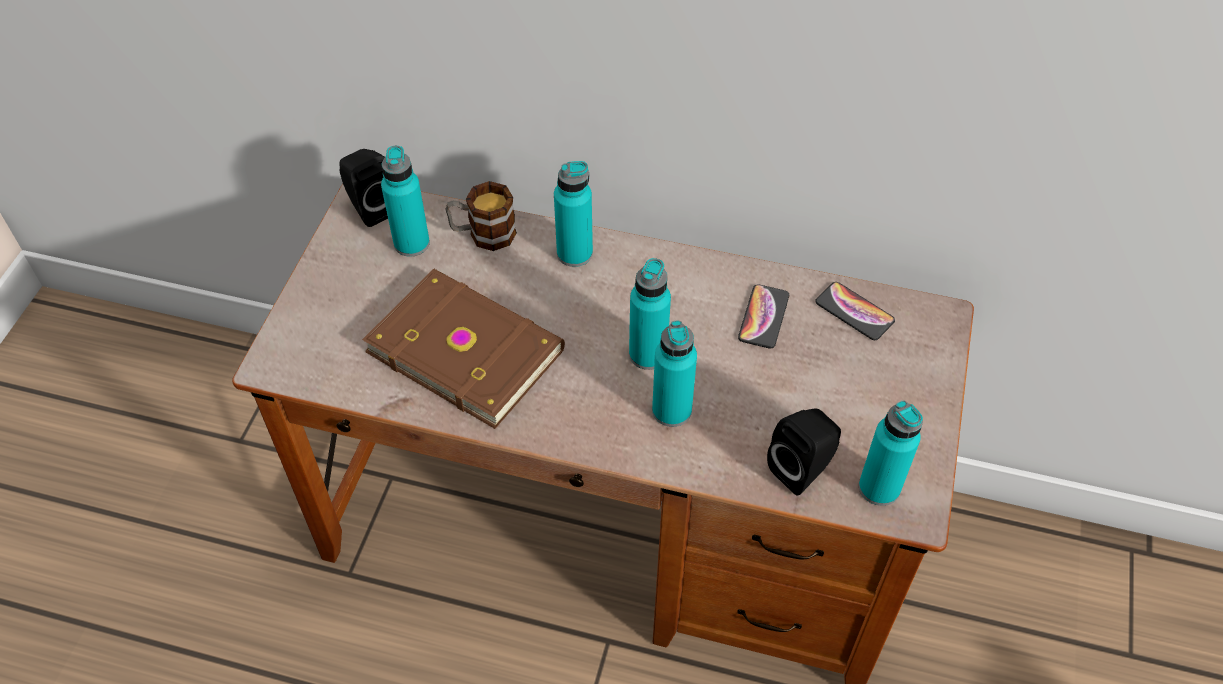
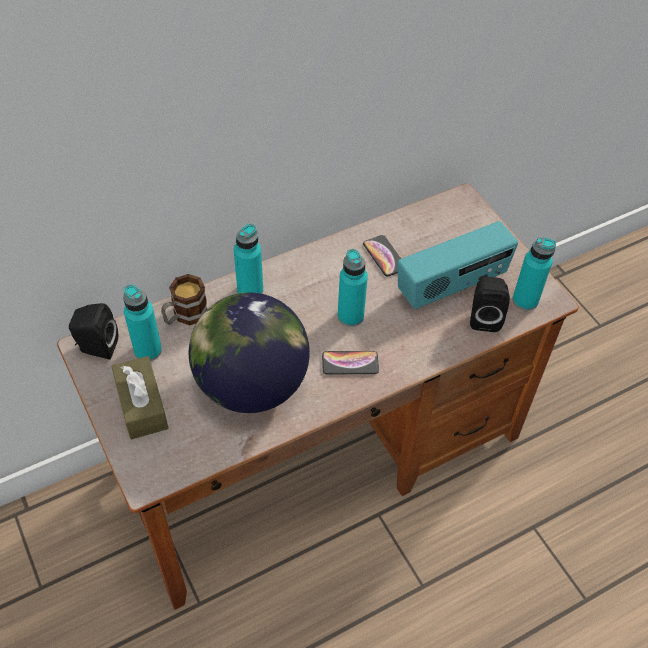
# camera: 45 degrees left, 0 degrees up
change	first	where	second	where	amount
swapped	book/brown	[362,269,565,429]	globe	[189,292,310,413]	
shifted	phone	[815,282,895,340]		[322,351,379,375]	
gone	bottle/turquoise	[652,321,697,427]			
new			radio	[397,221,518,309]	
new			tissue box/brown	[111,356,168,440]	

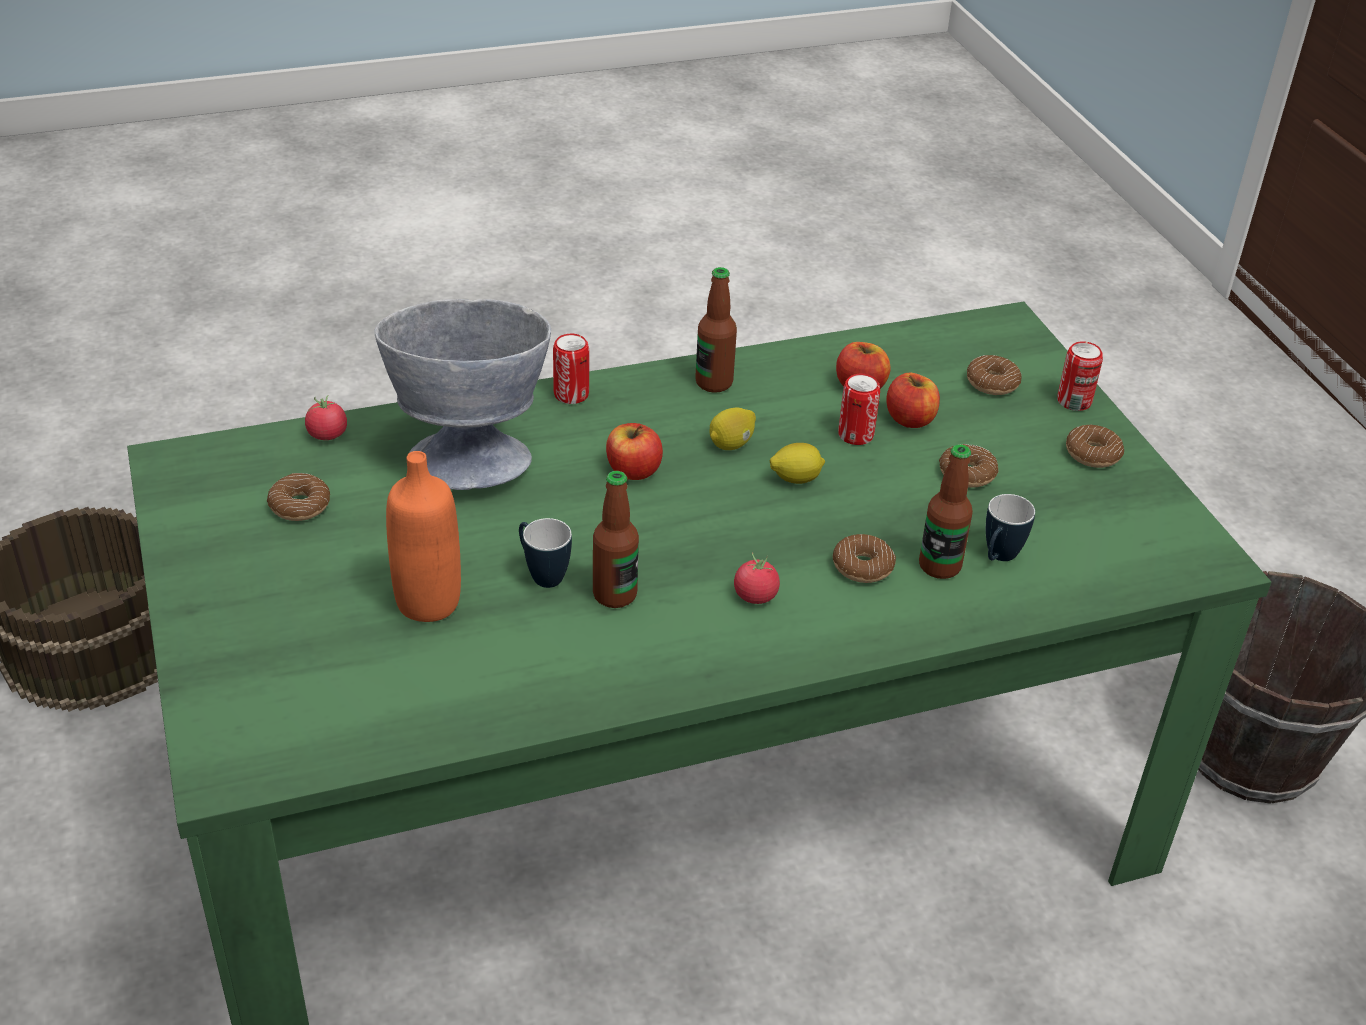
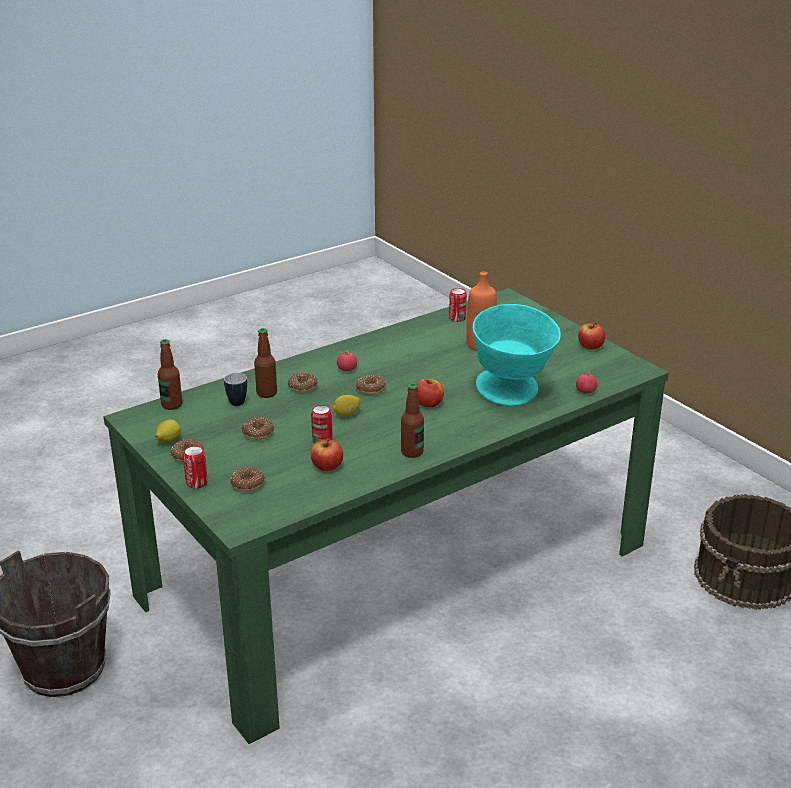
# camera: 165 degrees right, 10 degrees down
change	first	where	second	where	amount
repainted	bowl/grey	[374,299,551,490]	bowl/turquoise	[472,304,561,406]	
shifted	can	[553,334,589,404]		[449,288,467,322]	
shifted	apple	[886,373,940,428]		[578,323,605,350]	
shifted	lemon	[710,408,756,450]		[155,419,181,443]	
shifted	bottle	[593,471,639,608]		[158,339,182,410]	
shifted	donut	[267,473,330,521]		[356,375,386,395]	
gone	mug	[519,518,572,588]			

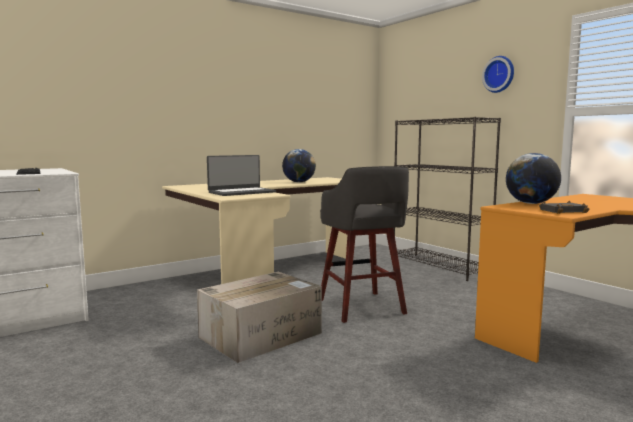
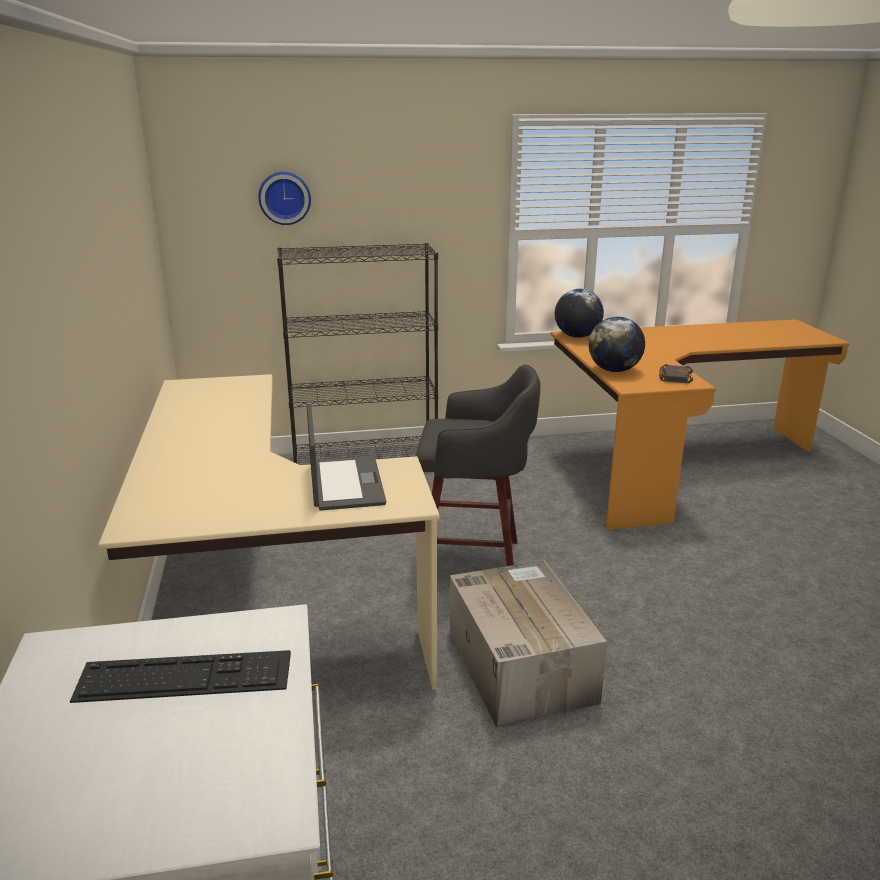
# camera: 65 degrees left, 15 degrees up
change	first	where	second	where	amount
shifted	wall clock	[482,56,514,93]		[258,172,311,225]	
shifted	globe	[282,149,316,182]		[555,289,604,338]	

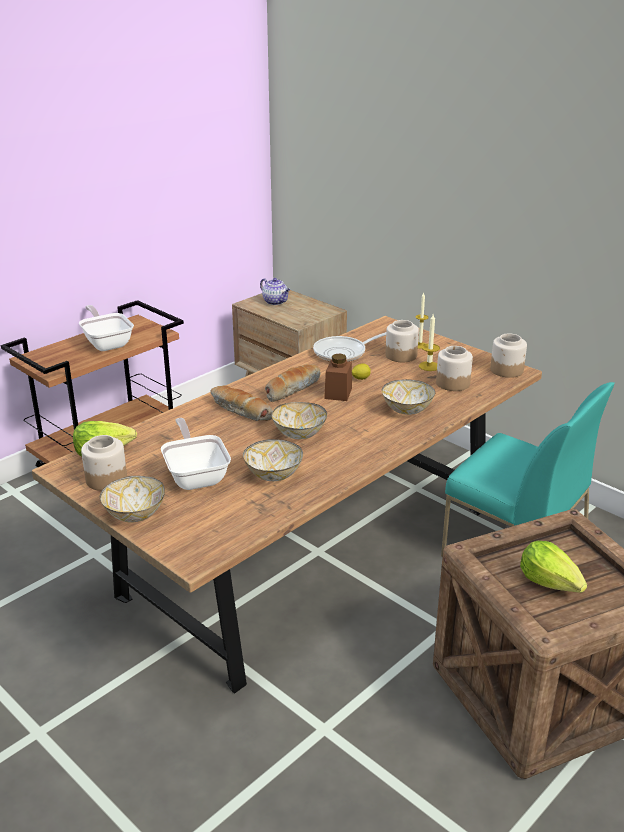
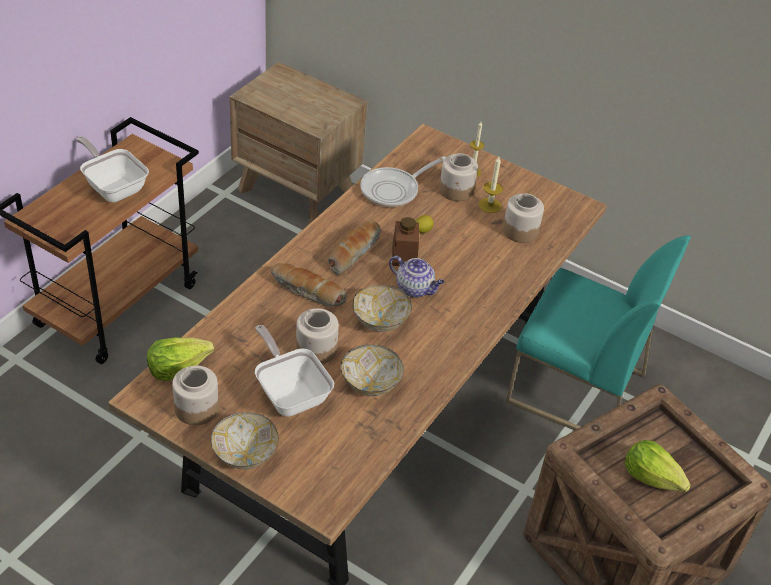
# camera: 15 degrees left, 15 degrees up
change	first	where	second	where	amount
shifted	teapot	[260,278,290,305]		[389,256,445,298]	
shifted	jar	[490,333,527,378]		[296,308,339,364]	
gone	bowl	[382,379,435,415]			

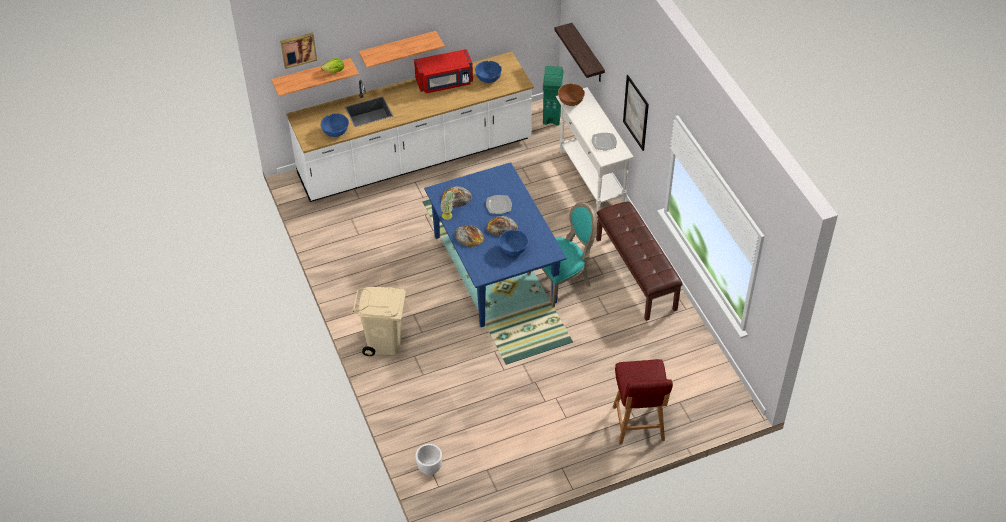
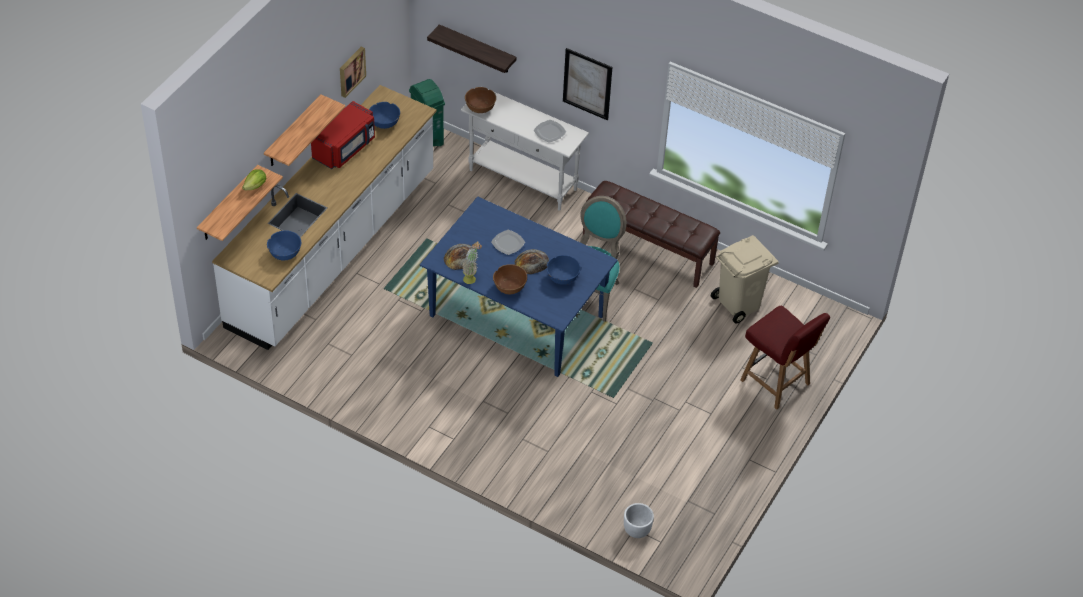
# camera: 40 degrees left, 0 degrees up
change	first	where	second	where	amount
shifted	picture	[280,33,317,69]		[340,47,366,98]	
swapped	bread	[454,225,484,247]	bowl/brown	[493,264,527,295]	
shifted	trash can/beige	[353,287,406,356]		[711,235,779,324]	

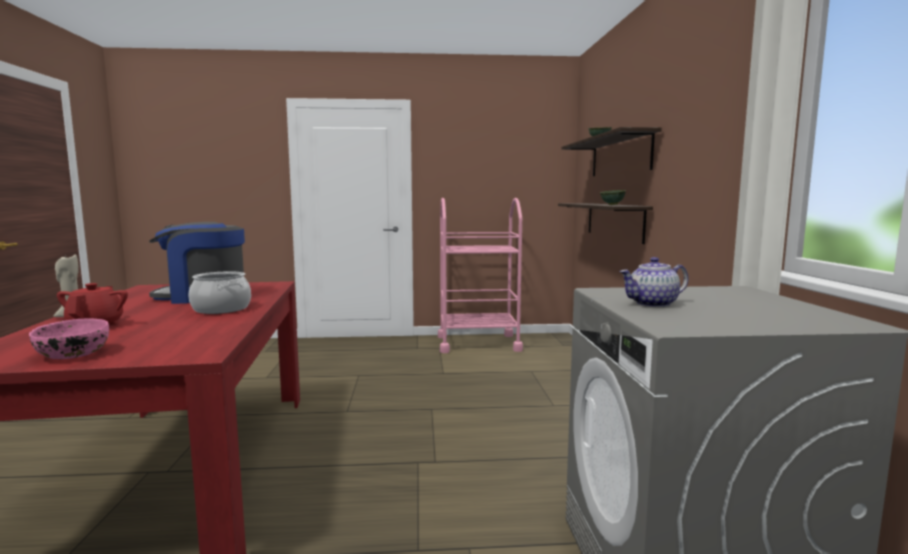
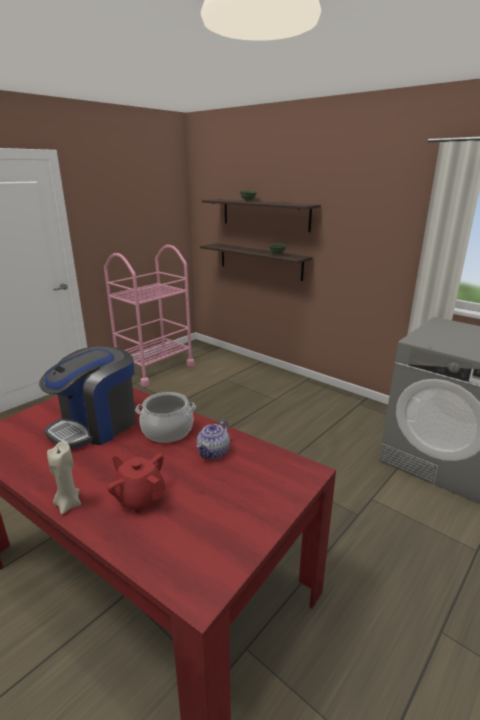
# camera: 45 degrees left, 15 degrees up
change	first	where	second	where	amount
shifted	teapot	[619,257,689,307]		[196,420,230,459]	
gone	bowl/pink	[29,319,109,359]			

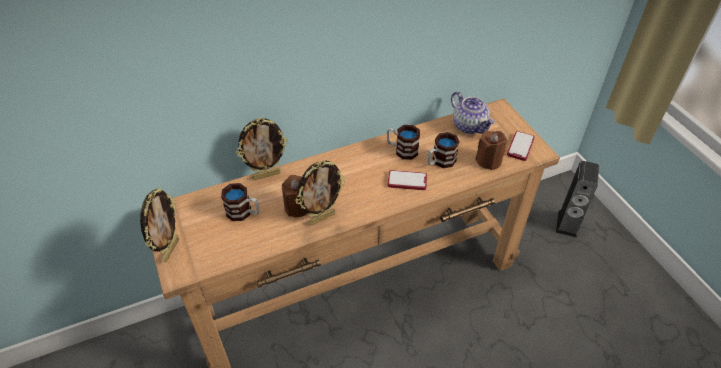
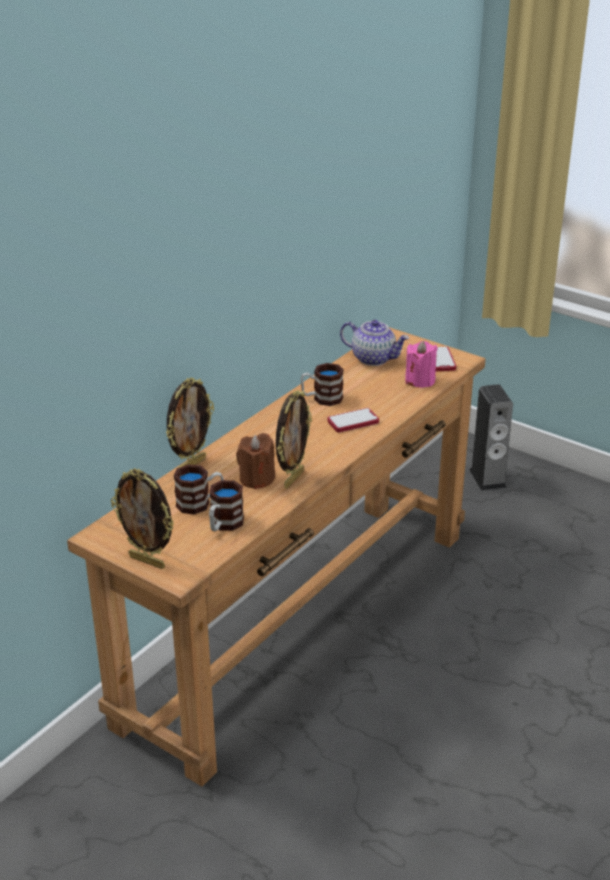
# camera: 30 degrees left, 15 degrees down
change	first	where	second	where	amount
repainted	candle/brown	[475,131,507,170]	candle/pink	[405,341,438,388]	
shifted	mug	[428,132,459,168]		[209,480,244,531]	
rotated	picture frame	[140,188,179,263]		[111,468,174,569]	135 degrees clockwise

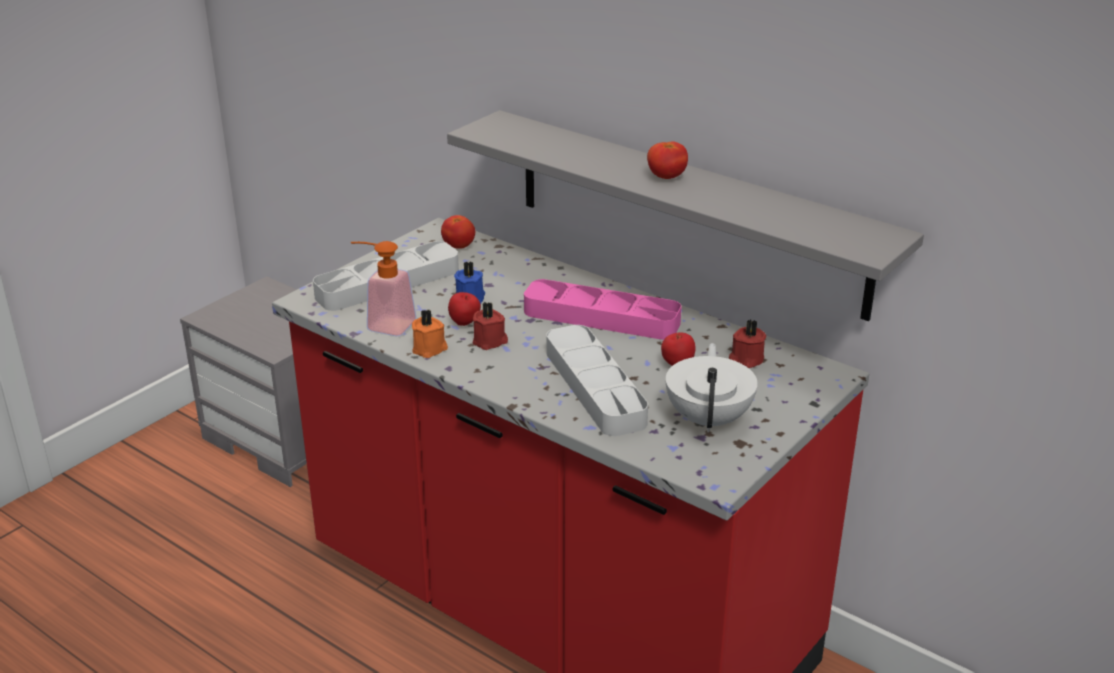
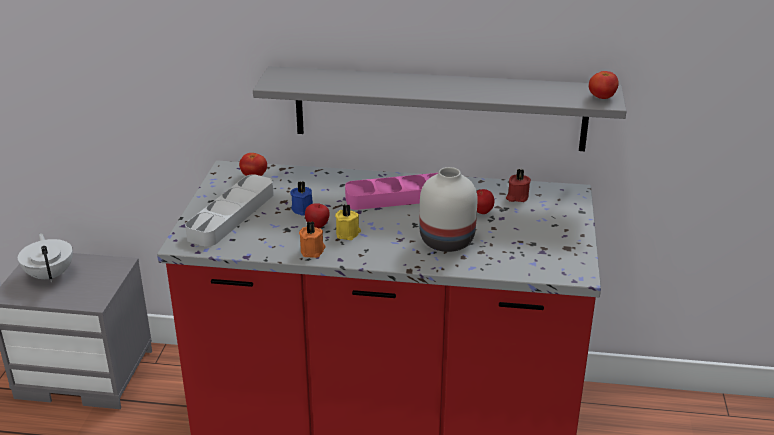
# camera: 30 degrees left, 0 degrees up
change	first	where	second	where	amount
shifted	tomato	[647,141,688,179]		[589,71,619,99]	
gone	soap dispenser	[351,241,416,336]			
repainted	candle/red	[473,302,508,350]	candle/yellow	[335,204,361,240]	
swapped	tray/grey	[546,325,648,436]	vase/white	[419,167,478,252]	
shifted	teapot/white	[666,343,758,432]		[18,233,73,282]	

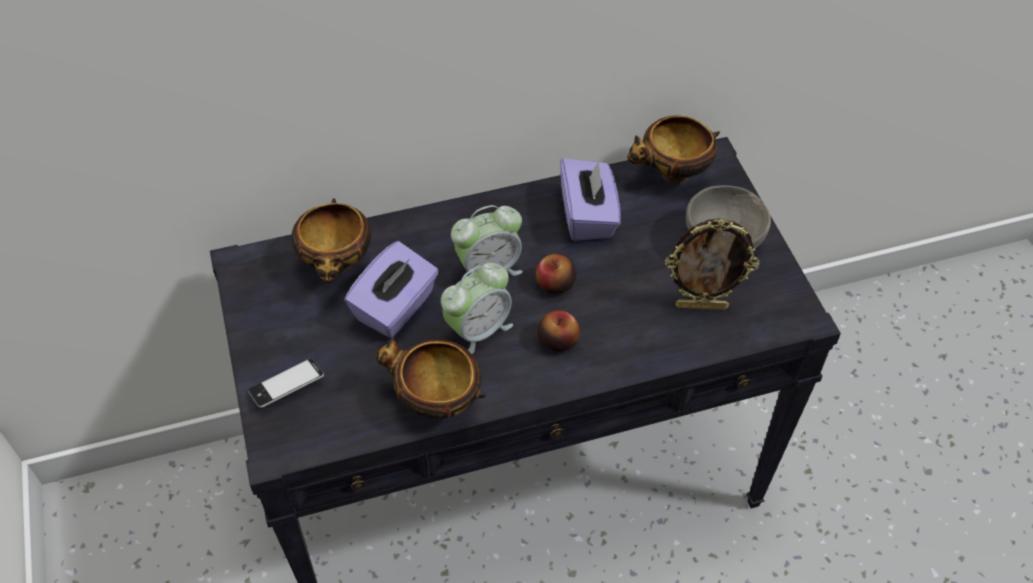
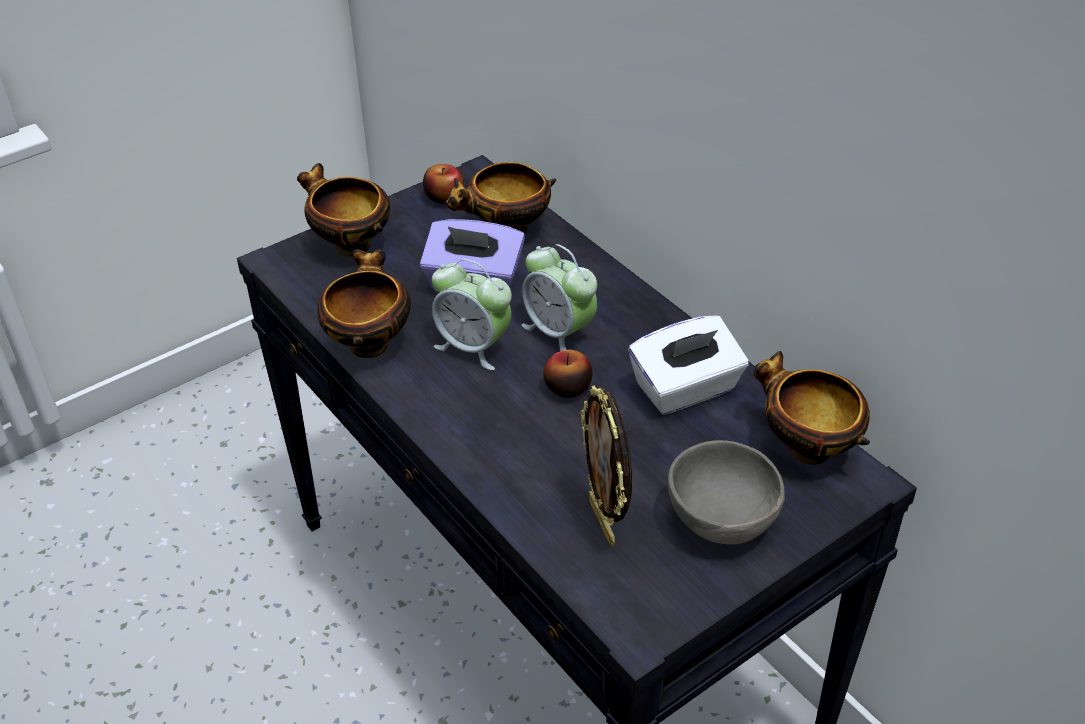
# camera: 70 degrees right, 10 degrees down
change	first	where	second	where	amount
repainted	tissue box/purple	[560,158,621,241]	tissue box/white	[629,316,749,415]	
shifted	apple	[537,310,580,352]		[423,164,464,204]	
swapped	phone	[248,358,324,408]	bowl	[297,163,390,256]	

